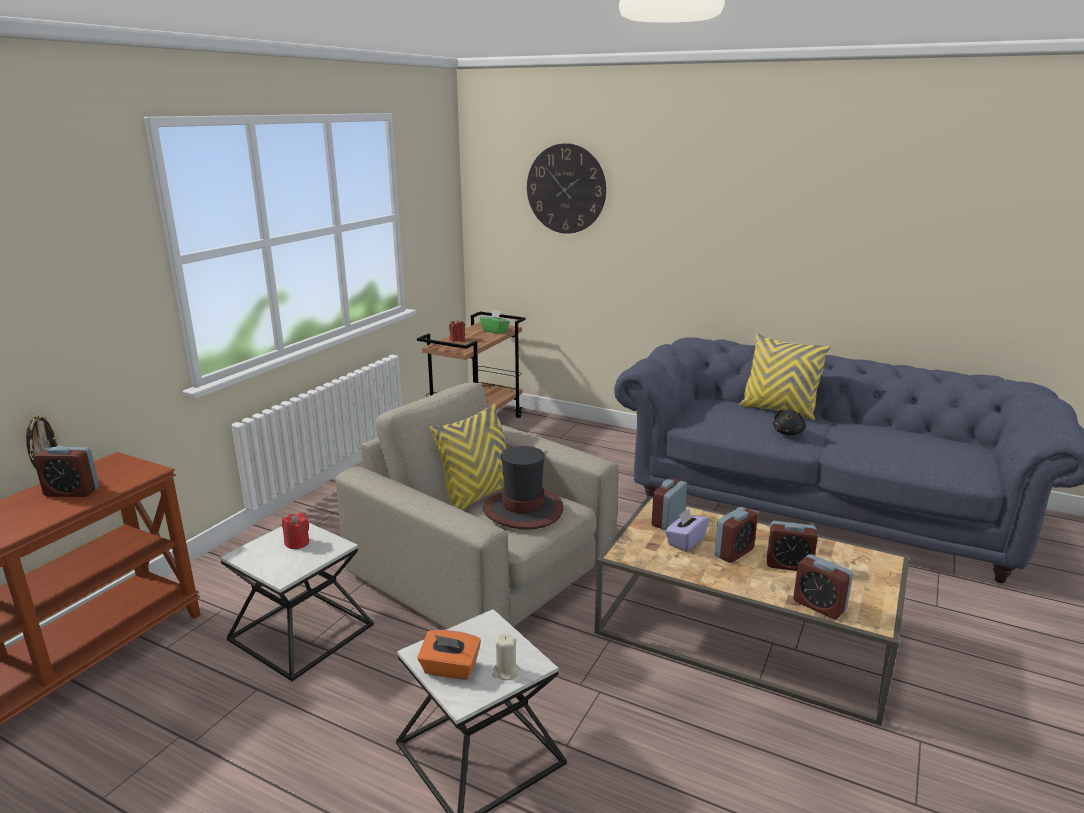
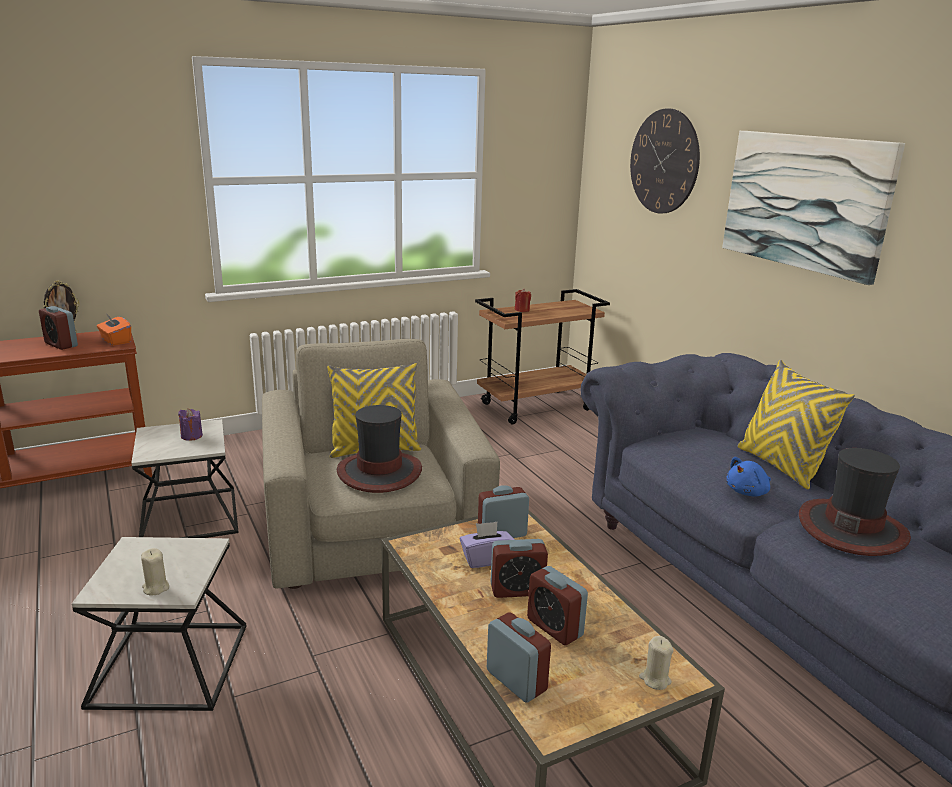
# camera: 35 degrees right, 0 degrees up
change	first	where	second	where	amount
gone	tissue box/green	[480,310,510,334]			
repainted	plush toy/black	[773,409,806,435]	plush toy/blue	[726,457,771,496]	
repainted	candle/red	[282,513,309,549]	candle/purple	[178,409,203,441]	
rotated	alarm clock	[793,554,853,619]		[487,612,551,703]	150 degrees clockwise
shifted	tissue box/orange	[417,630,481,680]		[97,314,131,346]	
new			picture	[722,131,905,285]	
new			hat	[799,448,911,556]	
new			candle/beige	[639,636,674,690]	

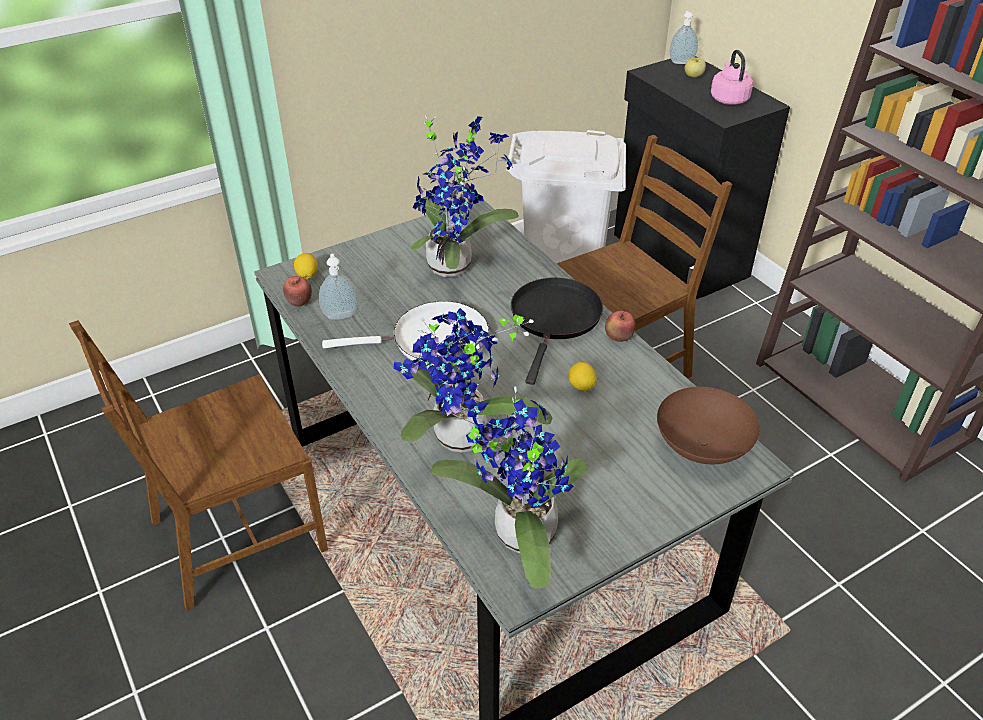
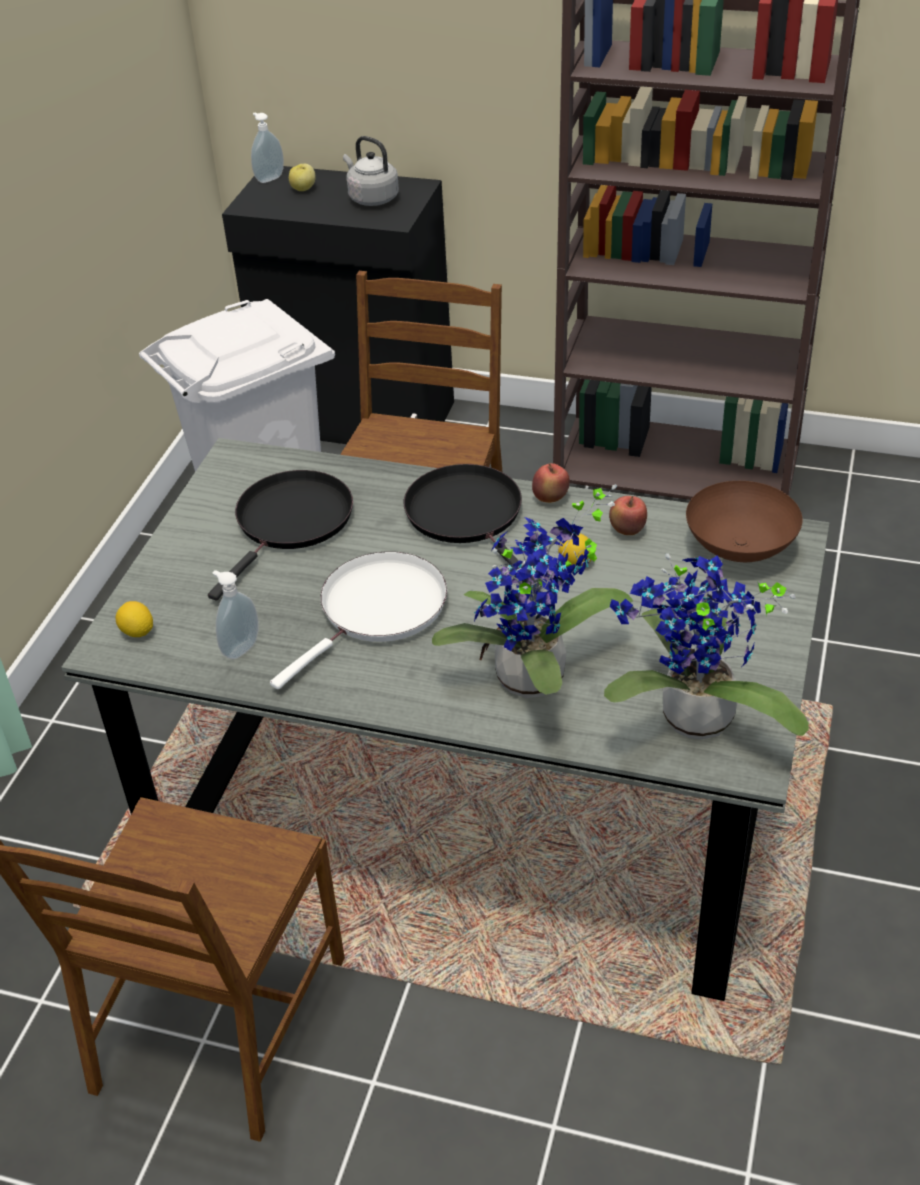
# camera: 40 degrees left, 0 degrees up
change	first	where	second	where	amount
repainted	kettle/pink	[711,50,753,105]	kettle/grey	[343,136,399,206]	
swapped	potted plant	[411,115,519,277]	frying pan/black	[208,470,353,601]	
shifted	apple	[283,276,312,307]		[609,496,647,535]	

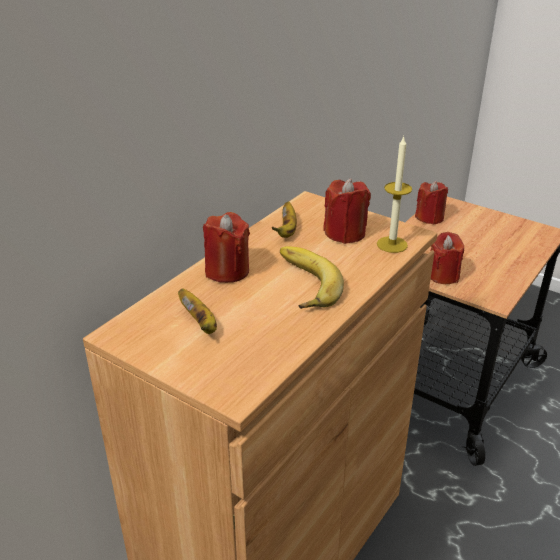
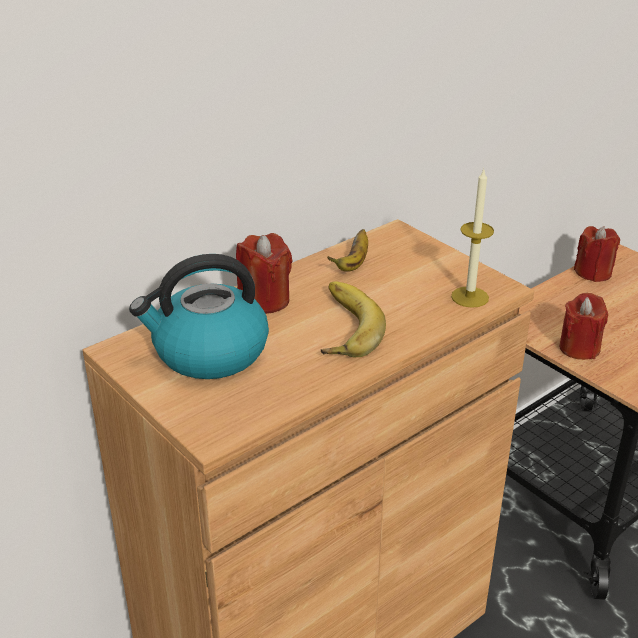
# camera: 15 degrees right, 0 degrees up
change	first	where	second	where	amount
gone	candle/red	[323,178,371,244]			
swapped	banana	[178,289,217,334]	kettle	[129,254,269,379]	

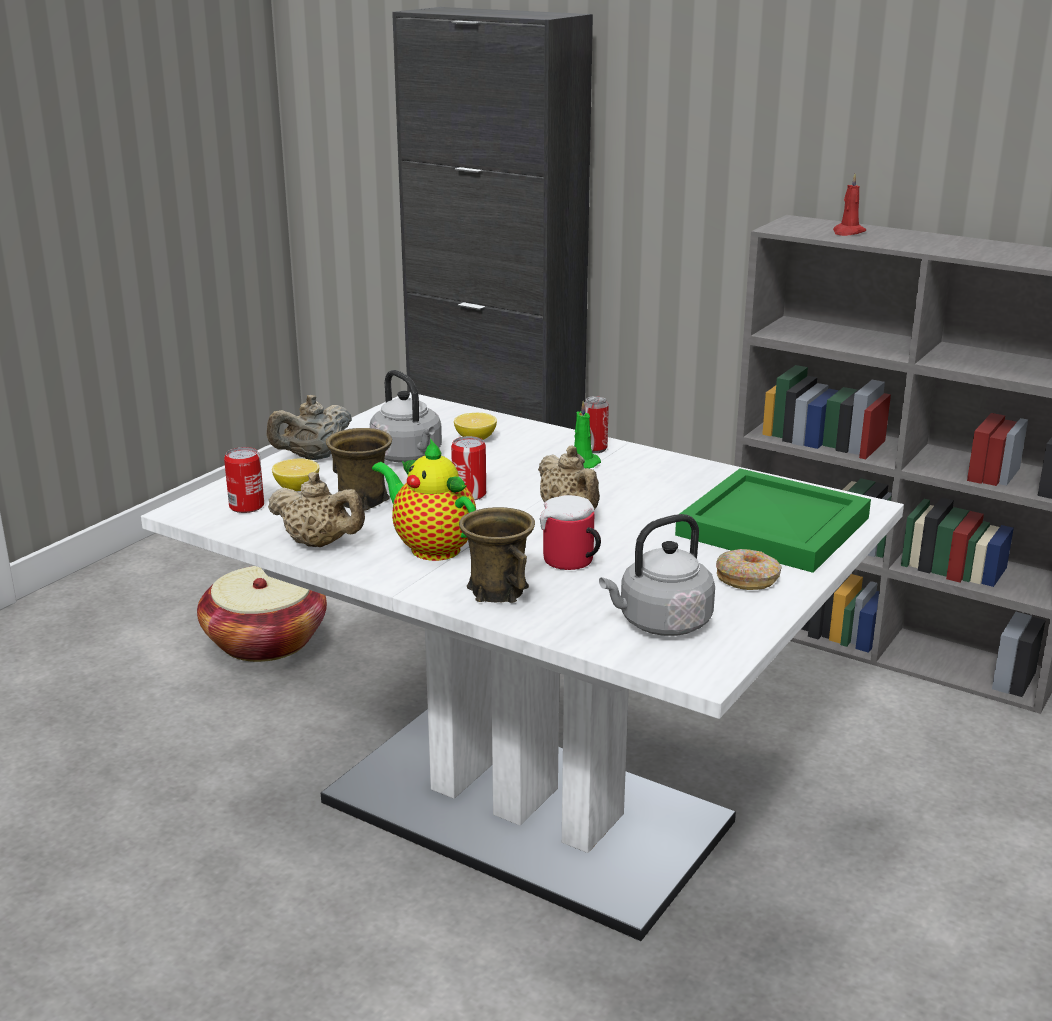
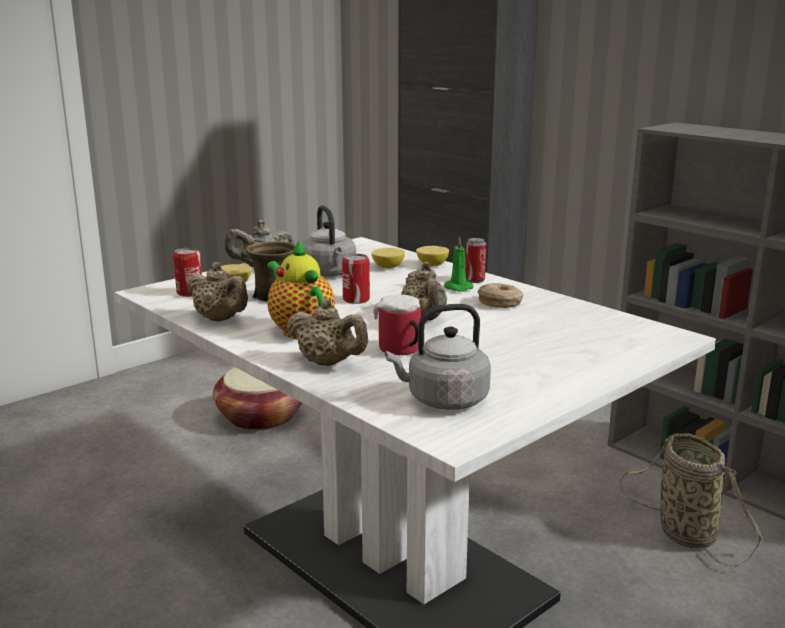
# camera: 15 degrees right, 5 degrees down
change	first	where	second	where	amount
gone	candle/red	[833,174,866,236]			
gone	tray/green	[675,468,871,573]			
swapped	mug/brown	[459,507,535,603]	teapot/beige	[286,298,368,366]	
shifted	donut	[716,549,782,590]		[477,283,523,308]	
new			lemon	[416,246,449,266]	
new			basket	[620,433,764,567]	

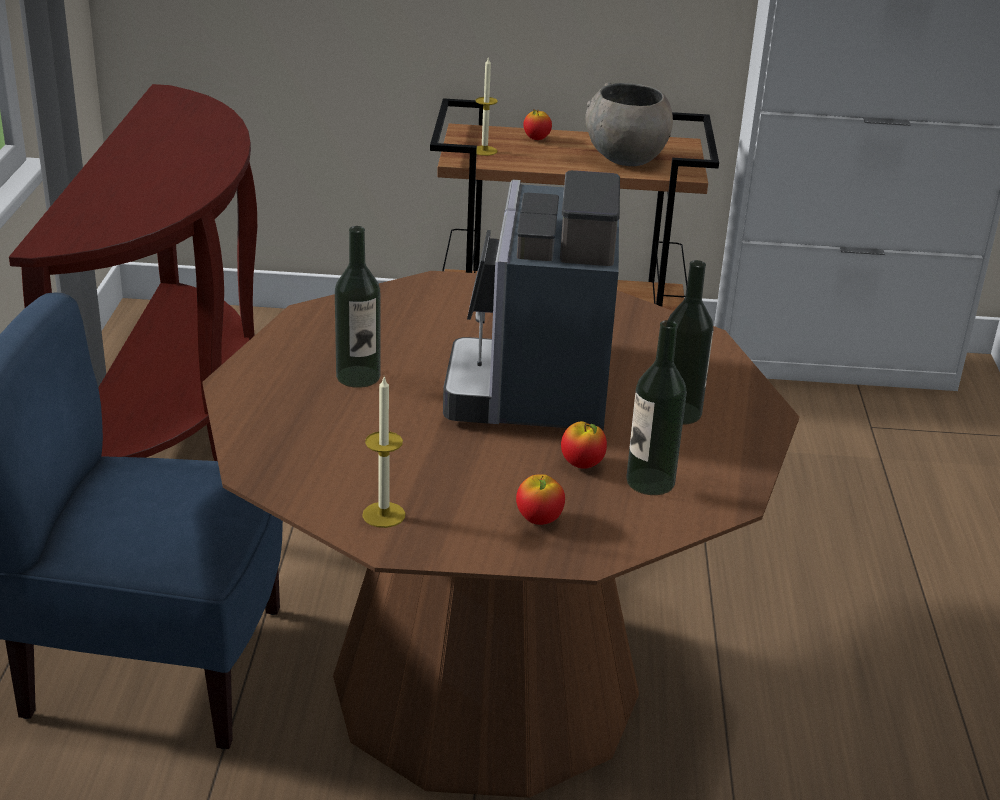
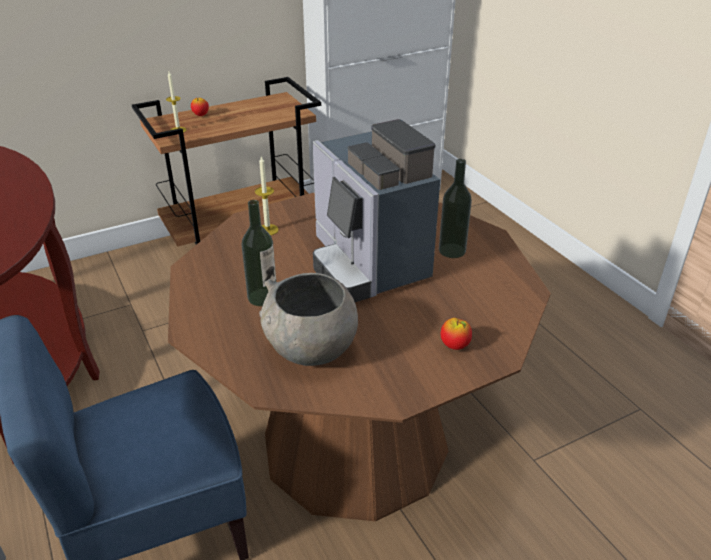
# camera: 30 degrees left, 5 degrees up
change	first	where	second	where	amount
shifted	bowl/grey	[585,83,673,166]		[259,273,358,366]	
gone	bottle	[626,320,687,495]			
shifted	candle	[362,377,405,528]		[255,157,279,235]	
gone	apple	[561,421,607,469]			

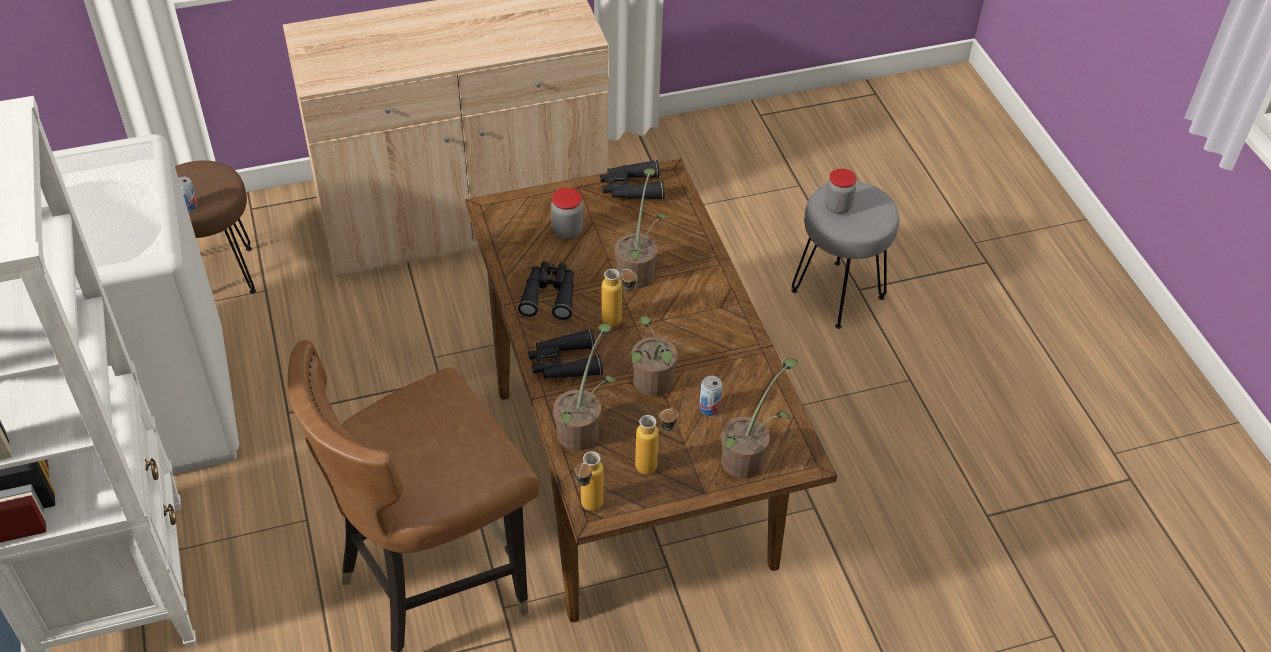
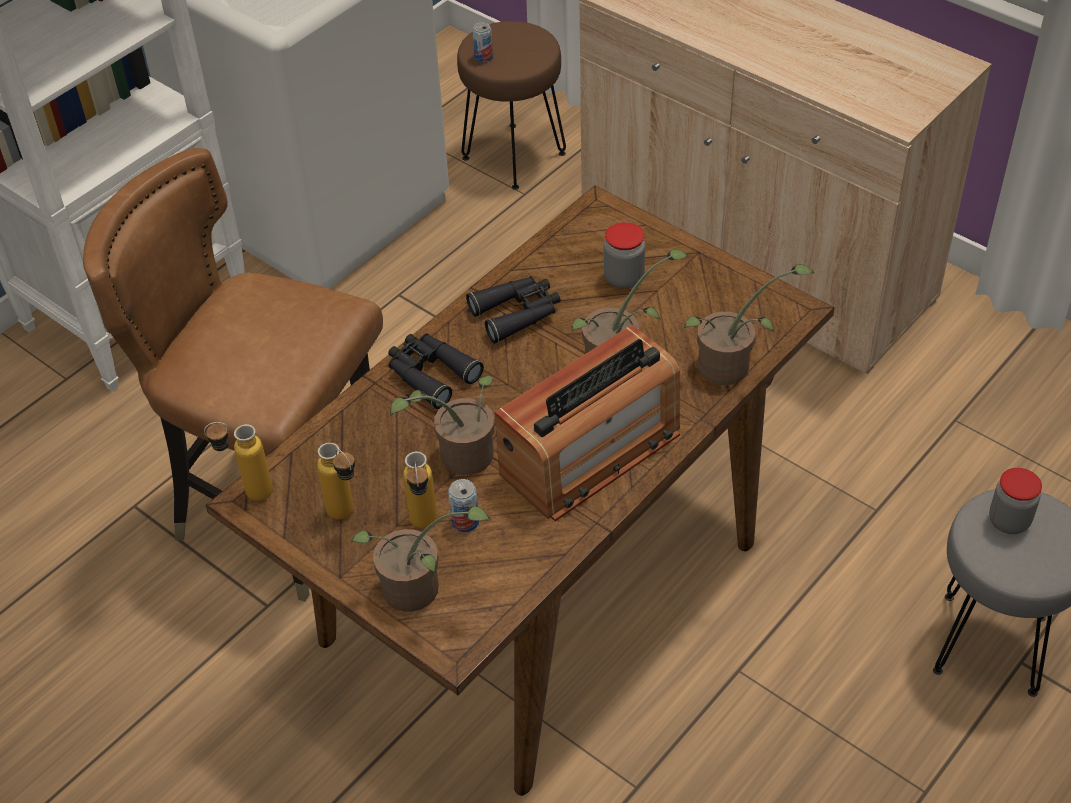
# camera: 60 degrees right, 0 degrees up
change	first	where	second	where	amount
gone	binoculars/black	[600,160,665,199]			
shifted	bottle	[602,269,637,327]		[403,452,437,529]	
shifted	potted plant	[553,323,618,451]		[684,264,814,385]	
new			radio	[495,324,680,521]	

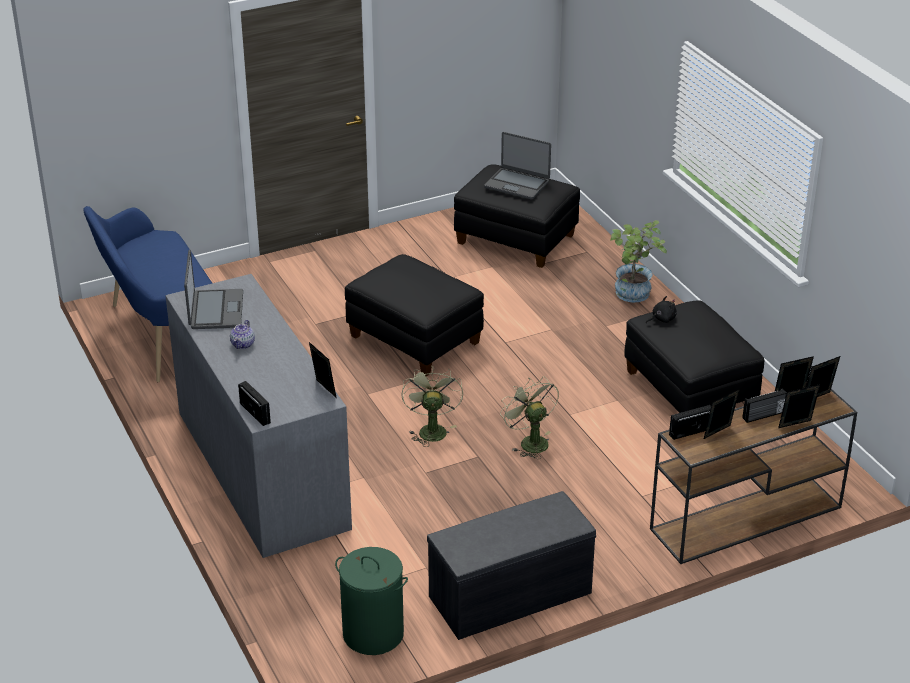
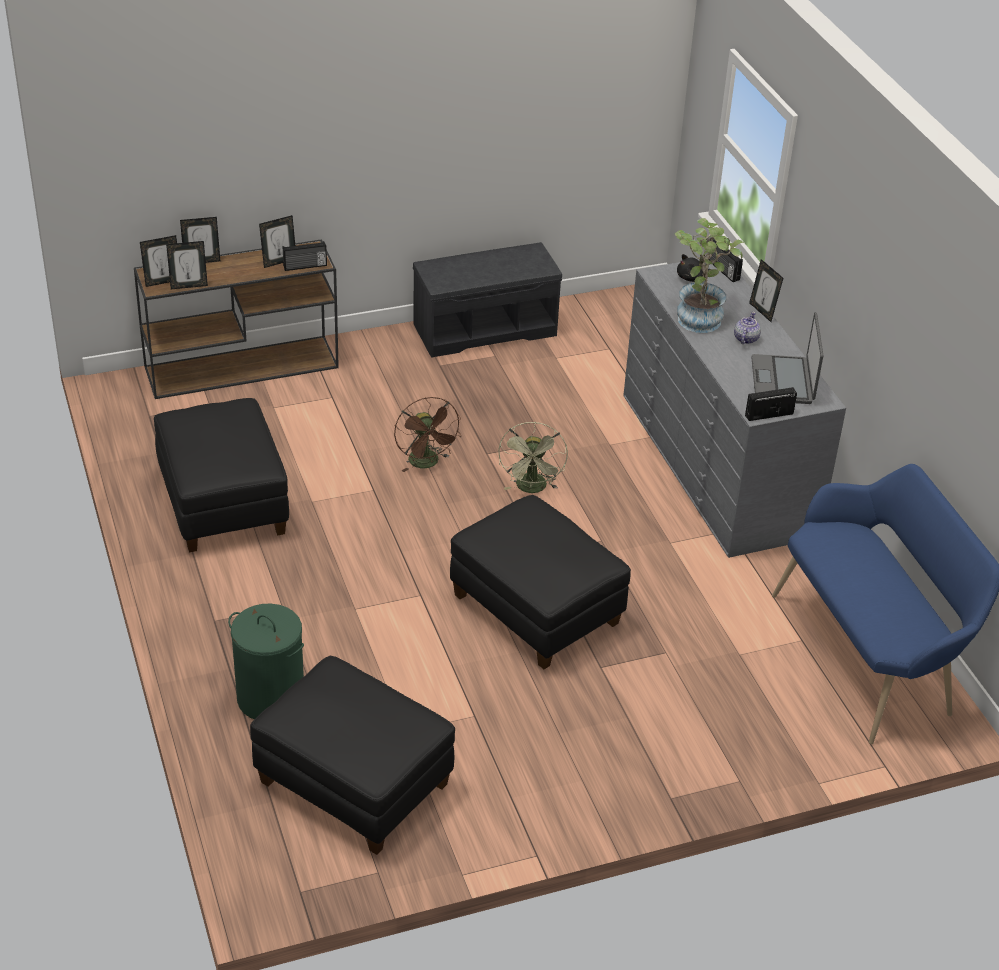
# camera: 175 degrees left, 5 degrees up
change	first	where	second	where	amount
gone	laptop	[484,132,551,200]			
shifted	potted plant	[610,220,667,302]		[674,218,744,333]	
shifted	plush toy/black	[646,296,677,323]		[677,254,710,282]	
shifted	picture frame	[309,342,336,397]		[749,259,783,322]	
repainted	fan/green	[500,376,559,459]	fan/brown	[394,397,461,472]	
shifted	radio	[743,388,787,423]		[745,387,797,421]	
shifted	laundry basket/green	[335,547,408,655]		[228,603,304,719]	

